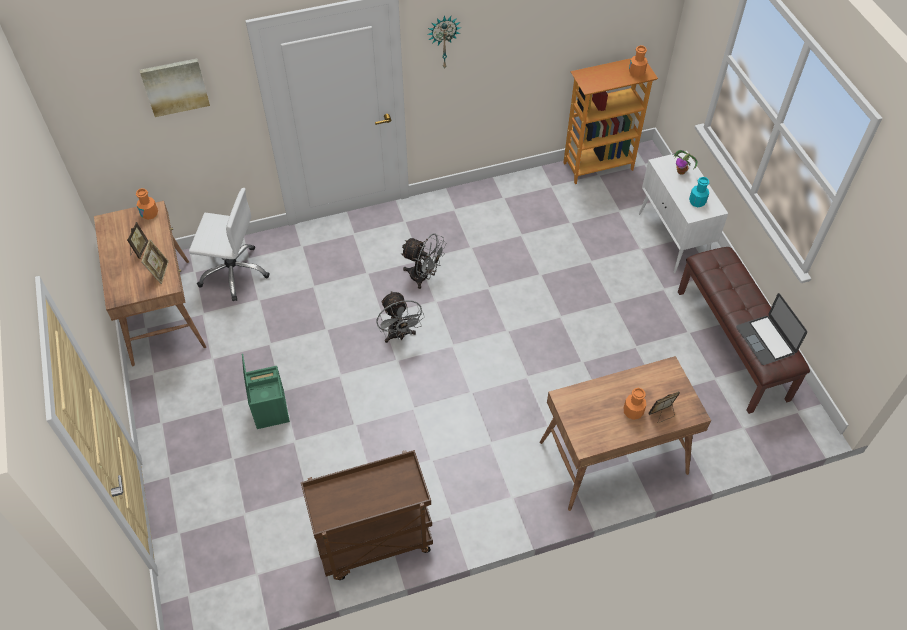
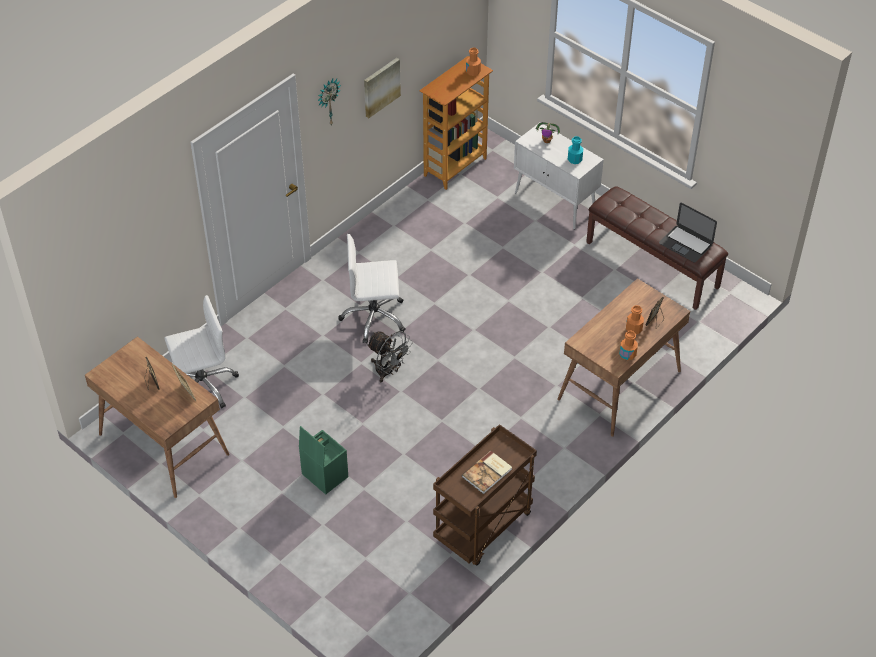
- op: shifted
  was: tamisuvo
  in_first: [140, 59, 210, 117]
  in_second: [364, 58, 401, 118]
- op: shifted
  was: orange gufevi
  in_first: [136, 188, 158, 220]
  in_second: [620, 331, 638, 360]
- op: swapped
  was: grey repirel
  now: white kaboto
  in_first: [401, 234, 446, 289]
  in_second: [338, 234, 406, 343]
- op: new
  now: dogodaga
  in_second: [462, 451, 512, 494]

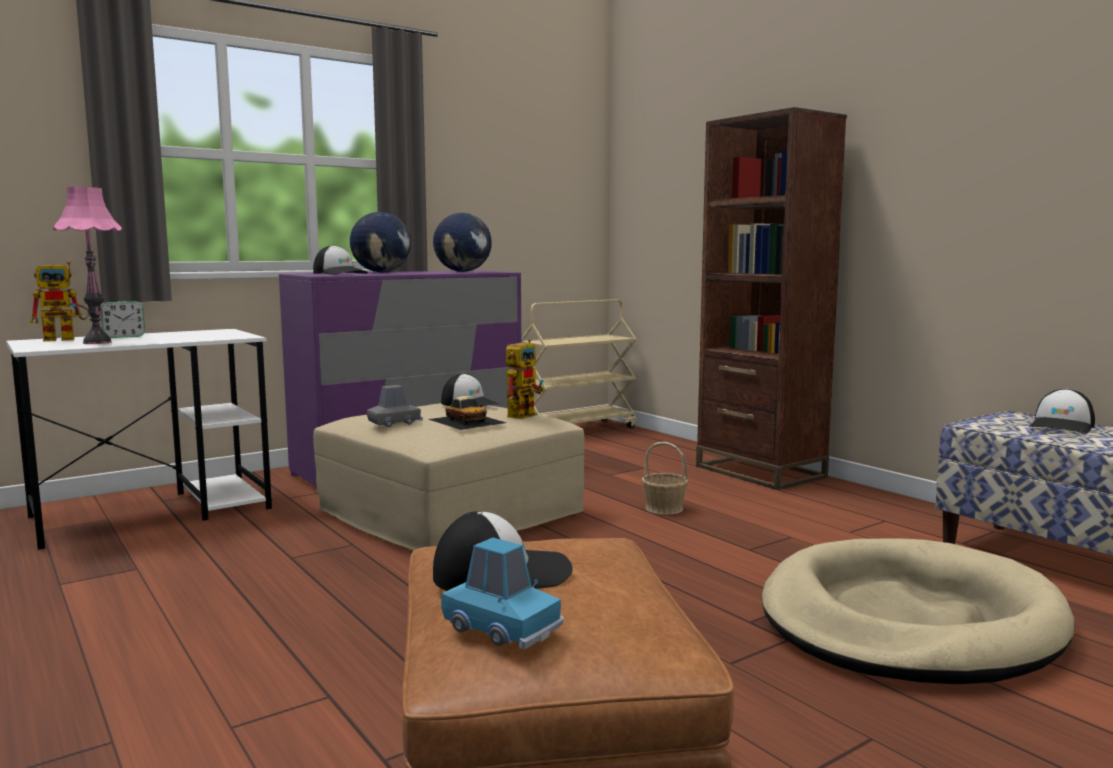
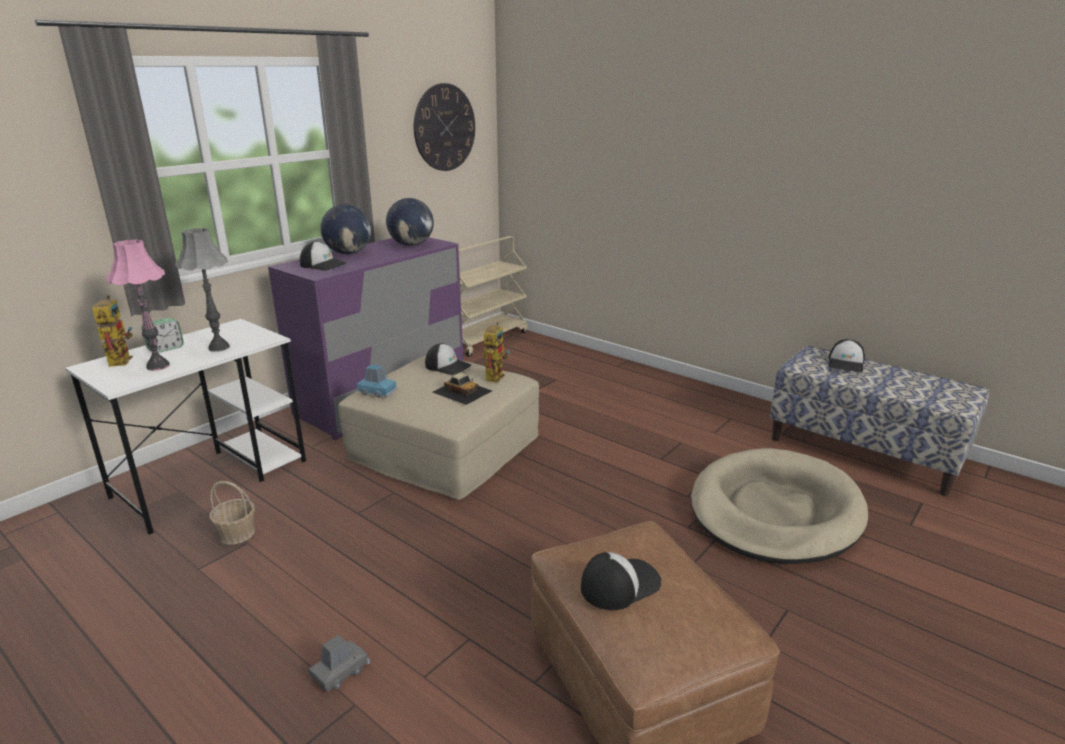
- op: gone
  was: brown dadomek
  in_first: [696, 107, 847, 490]
- op: rotated
  was: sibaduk
  in_first: [30, 261, 89, 341]
  in_second: [93, 295, 133, 367]
  clockwise: -60
- op: shifted
  was: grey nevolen
  in_first: [367, 385, 423, 427]
  in_second: [309, 635, 370, 692]
- op: shifted
  was: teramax
  in_first: [641, 442, 689, 515]
  in_second: [209, 481, 255, 545]
- op: shifted
  was: blue nevolen
  in_first: [441, 538, 564, 650]
  in_second: [357, 364, 398, 397]
- op: new
  now: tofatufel
  in_second: [414, 83, 475, 171]
- op: new
  now: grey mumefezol
  in_second: [175, 228, 230, 352]

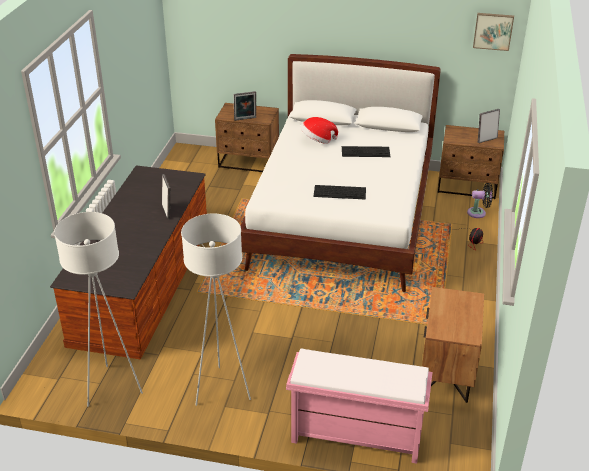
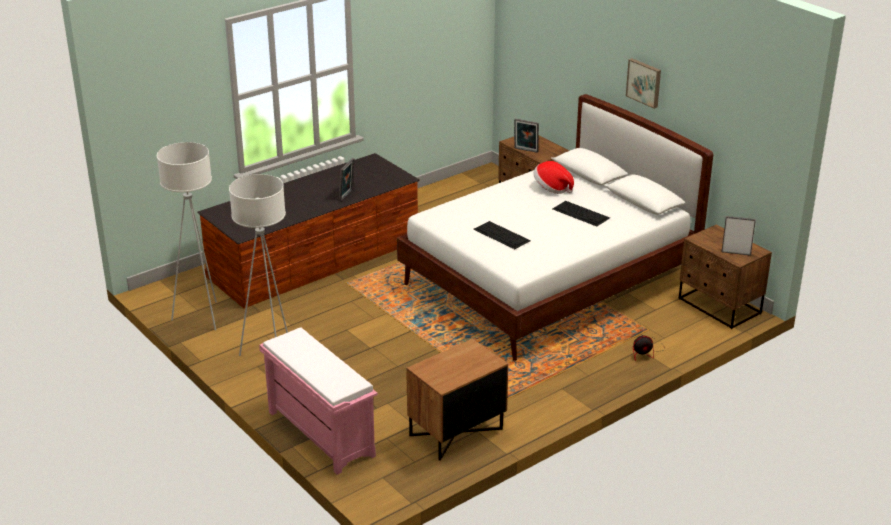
- op: shifted
  was: tamisuvo
  in_first: [473, 13, 514, 51]
  in_second: [626, 58, 661, 109]
- op: gone
  was: black repirel
  in_first: [467, 183, 493, 218]

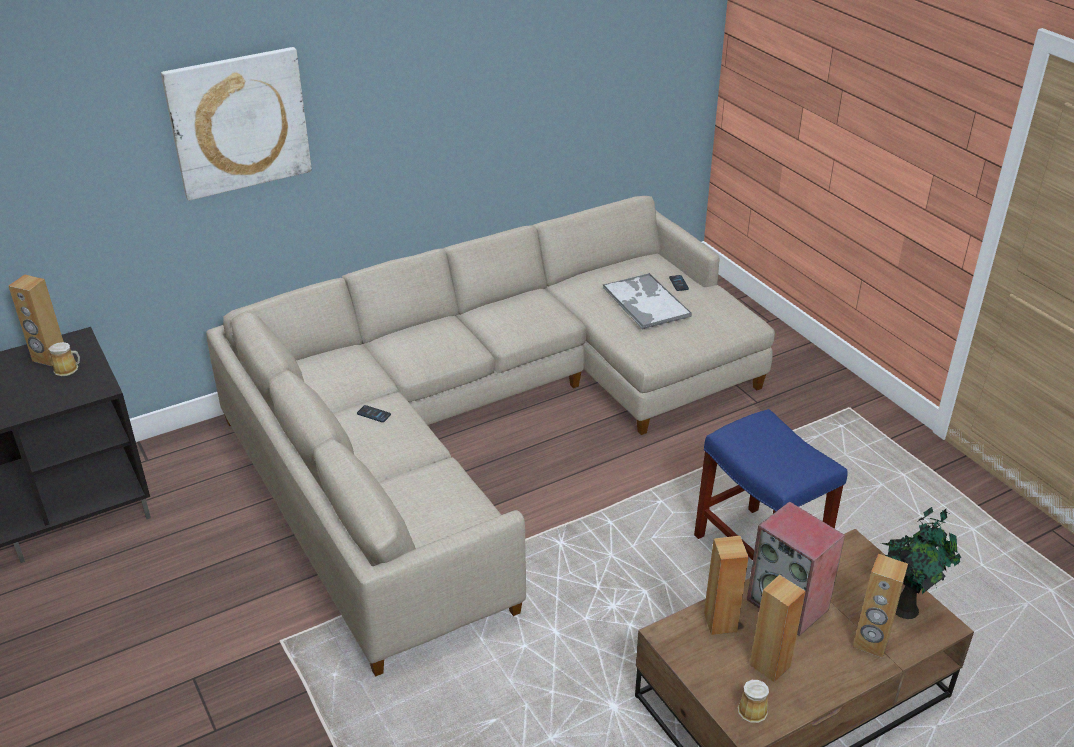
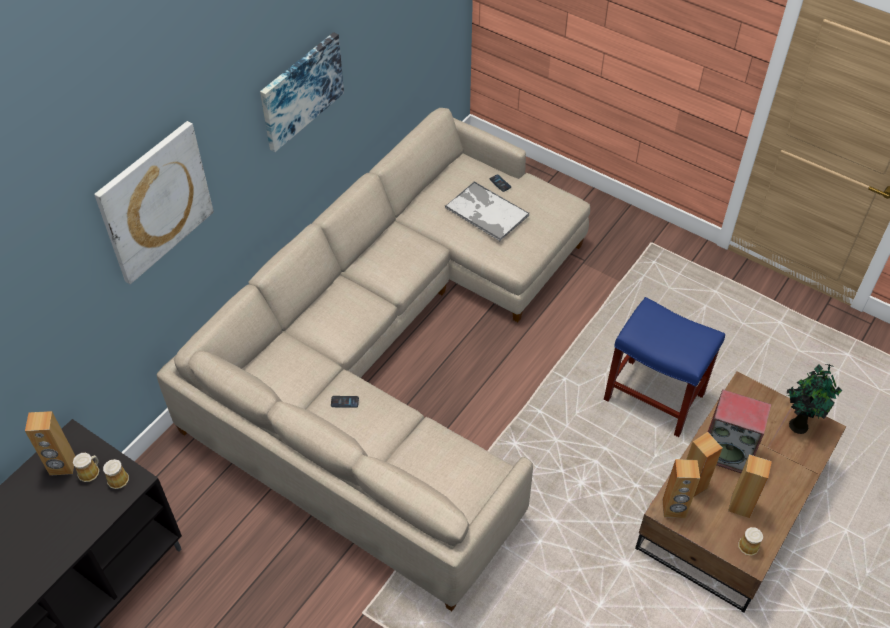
- op: shifted
  was: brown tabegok
  in_first: [853, 554, 908, 658]
  in_second: [662, 459, 700, 518]
- op: new
  now: tamisuvo
  in_second: [260, 32, 344, 152]
- op: new
  now: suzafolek
  in_second: [103, 459, 129, 489]

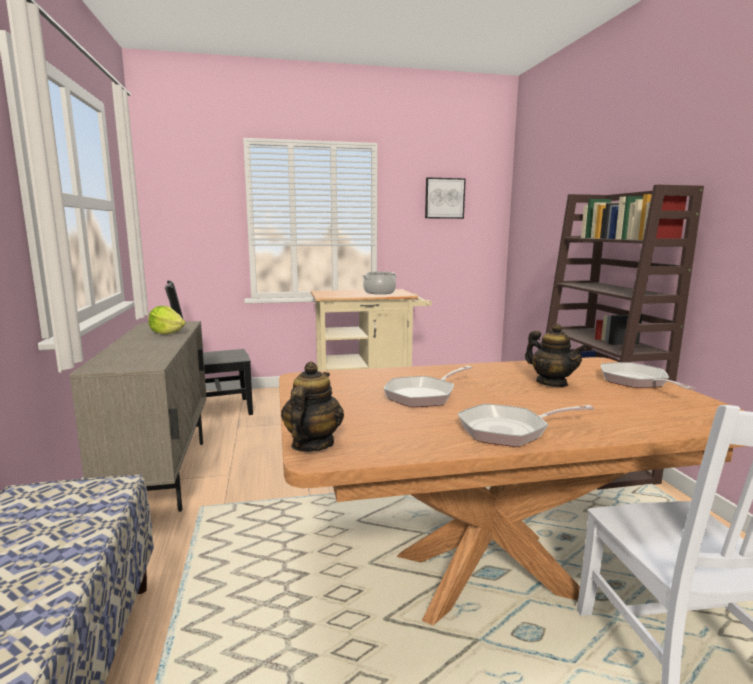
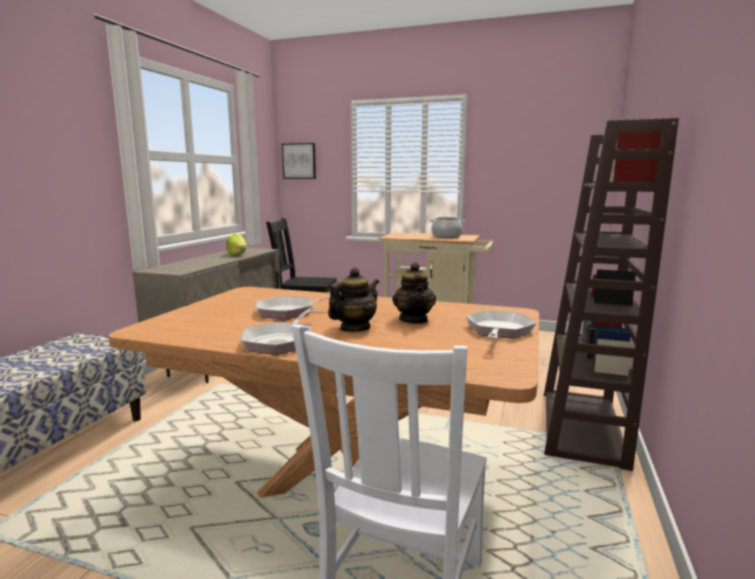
- op: shifted
  was: tamisuvo
  in_first: [425, 177, 466, 219]
  in_second: [282, 143, 316, 179]
- op: shifted
  was: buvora
  in_first: [281, 362, 344, 452]
  in_second: [328, 267, 379, 332]
- op: rotated
  was: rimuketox
  in_first: [458, 404, 594, 447]
  in_second: [241, 306, 318, 355]
  clockwise: -90

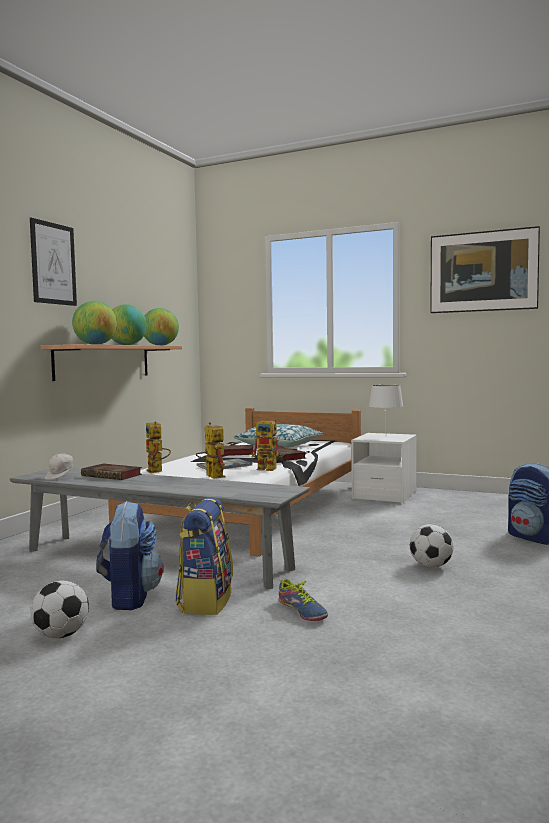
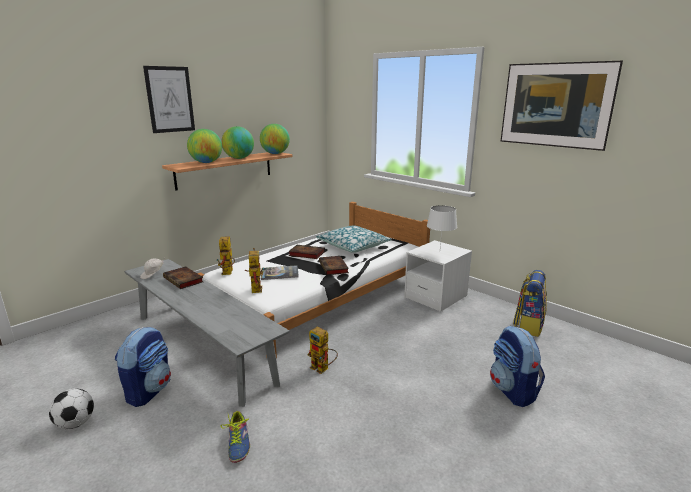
- op: shifted
  was: sibaduk
  in_first: [252, 419, 287, 471]
  in_second: [308, 327, 338, 374]
- op: shifted
  was: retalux
  in_first: [175, 497, 233, 615]
  in_second: [513, 270, 547, 337]
- op: gone
  was: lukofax
  in_first: [410, 524, 453, 568]

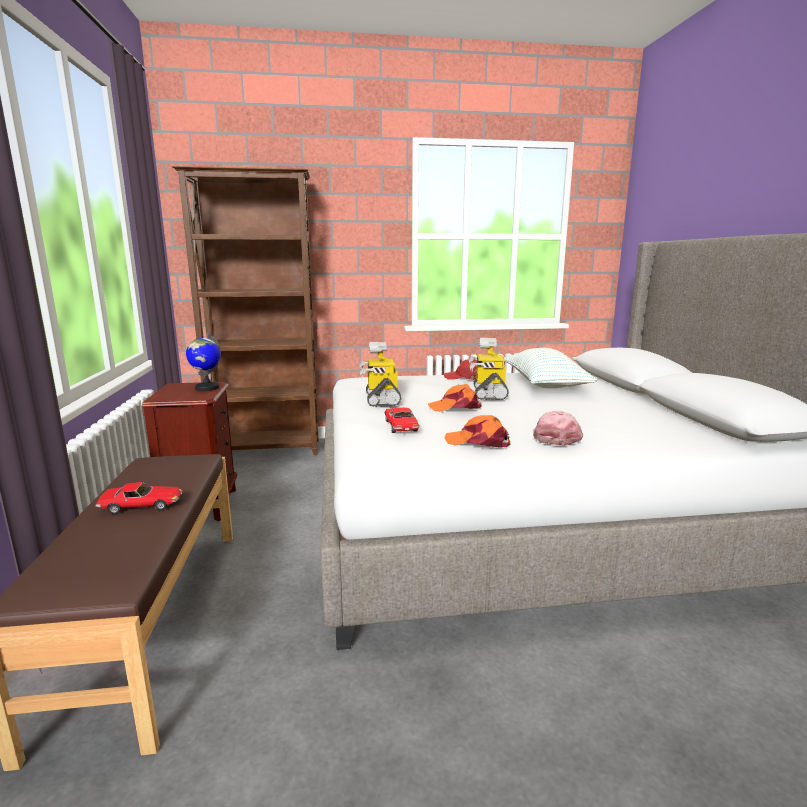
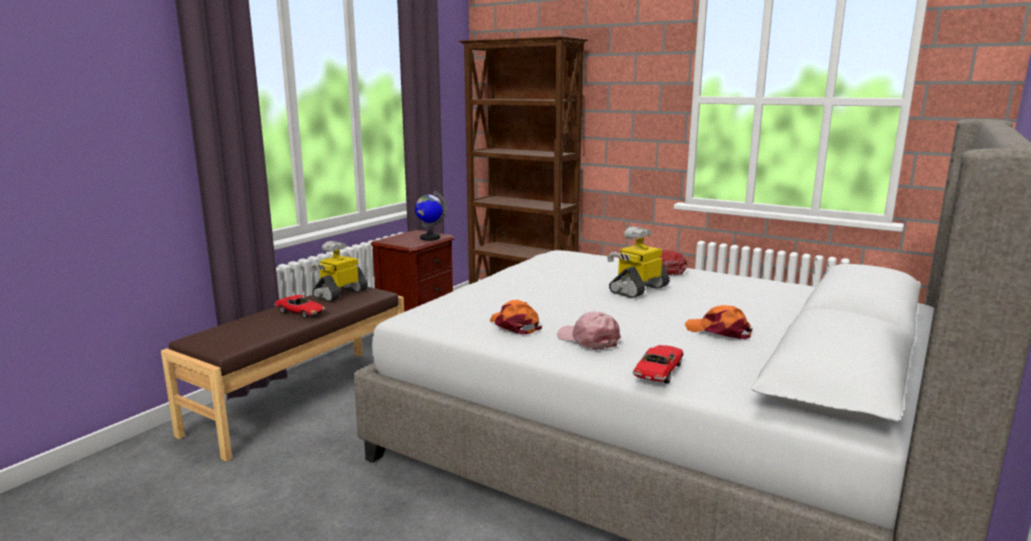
- op: shifted
  was: sibaduk
  in_first: [359, 342, 401, 407]
  in_second: [309, 241, 368, 302]
- op: gone
  was: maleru
  in_first: [504, 348, 598, 388]
- op: shifted
  was: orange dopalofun
  in_first: [428, 384, 482, 412]
  in_second: [685, 305, 752, 339]
- op: shifted
  was: nevolen
  in_first: [385, 407, 420, 433]
  in_second: [633, 345, 684, 384]
- op: rotated
  was: pink dopalofun
  in_first: [533, 411, 583, 446]
  in_second: [557, 312, 621, 350]
  clockwise: -90

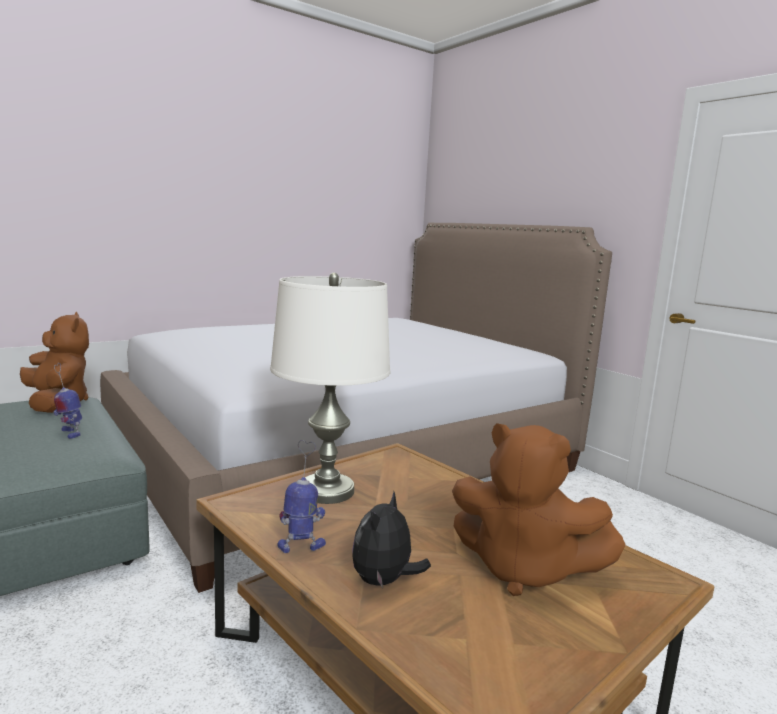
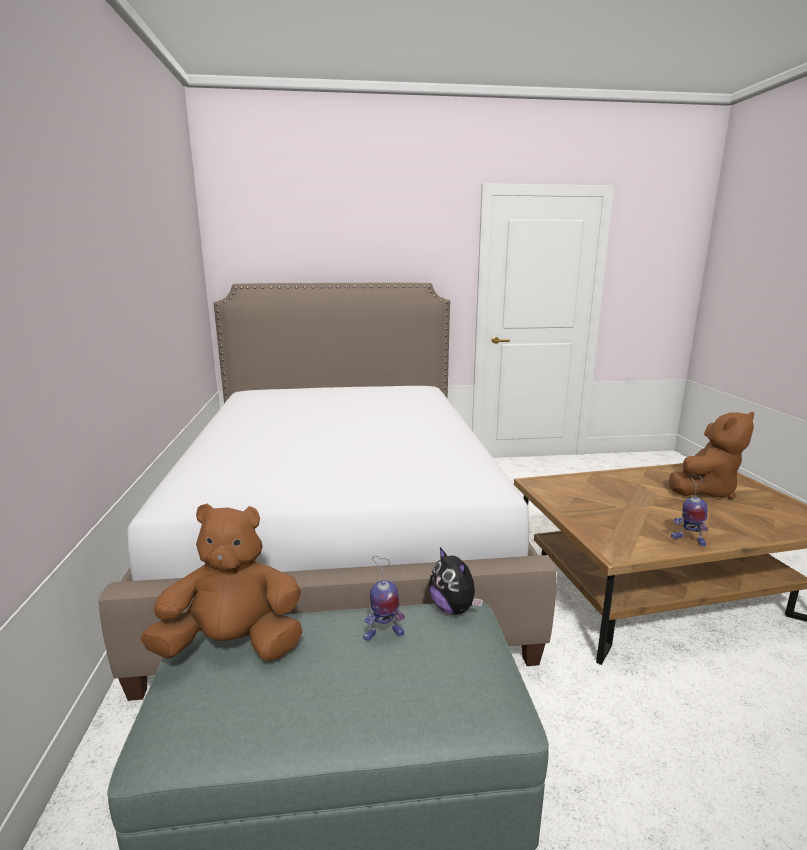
- op: gone
  was: white mumefezol
  in_first: [270, 273, 390, 504]
- op: rotated
  was: sibaduk
  in_first: [278, 440, 326, 553]
  in_second: [671, 473, 708, 546]
  clockwise: -75
- op: shifted
  was: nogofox
  in_first: [352, 492, 431, 588]
  in_second: [429, 547, 483, 615]

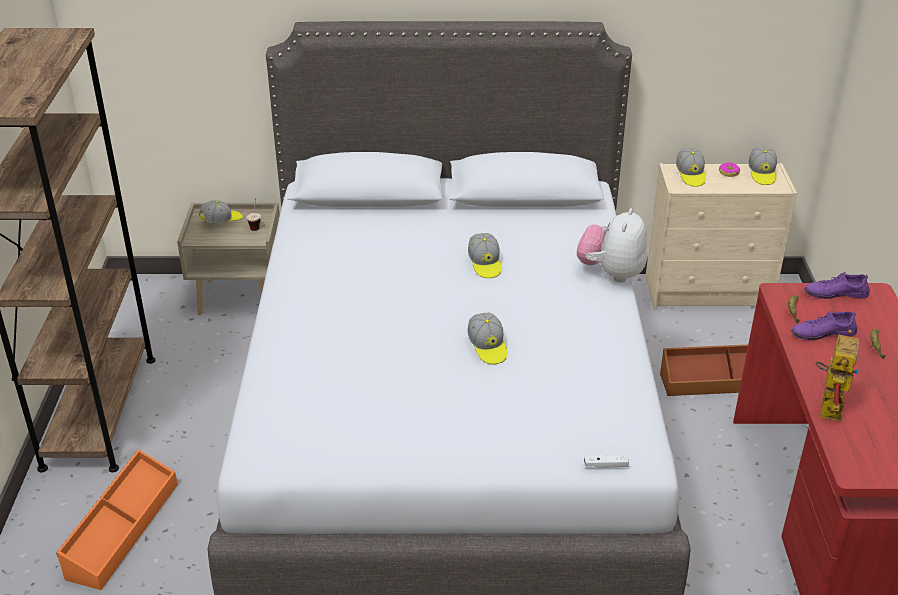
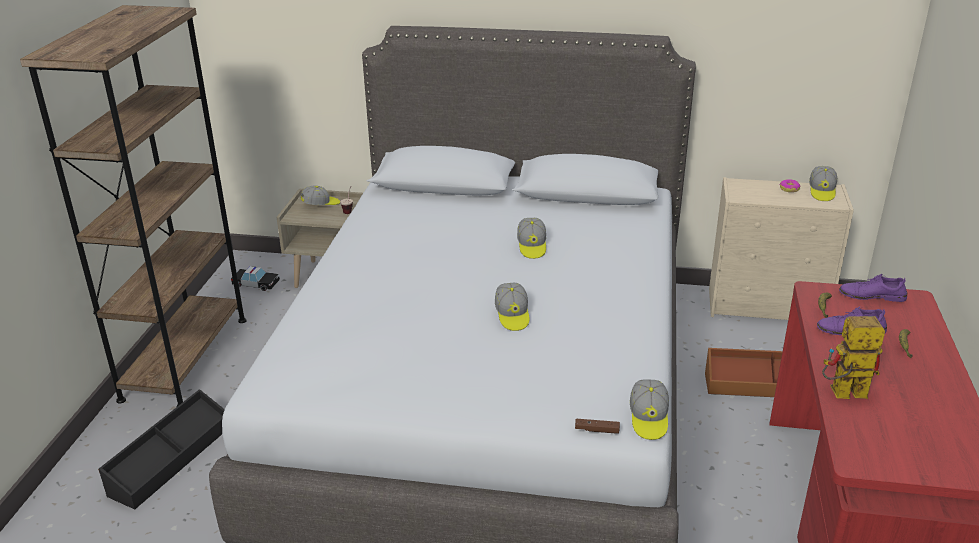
- op: shifted
  was: dopalofun
  in_first: [676, 148, 706, 187]
  in_second: [630, 379, 669, 440]
- op: gone
  was: nogofox
  in_first: [577, 208, 648, 283]
- op: rotated
  was: sibaduk
  in_first: [816, 329, 859, 422]
  in_second: [822, 316, 885, 399]
  clockwise: -120
- op: repainted
  was: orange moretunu
  now: black moretunu
  in_first: [56, 449, 178, 590]
  in_second: [98, 389, 225, 509]
- op: repainted
  was: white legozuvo
  now: brown legozuvo
  in_first: [584, 455, 629, 468]
  in_second: [575, 419, 620, 434]
- op: new
  now: nevolen
  in_second: [231, 266, 280, 291]

